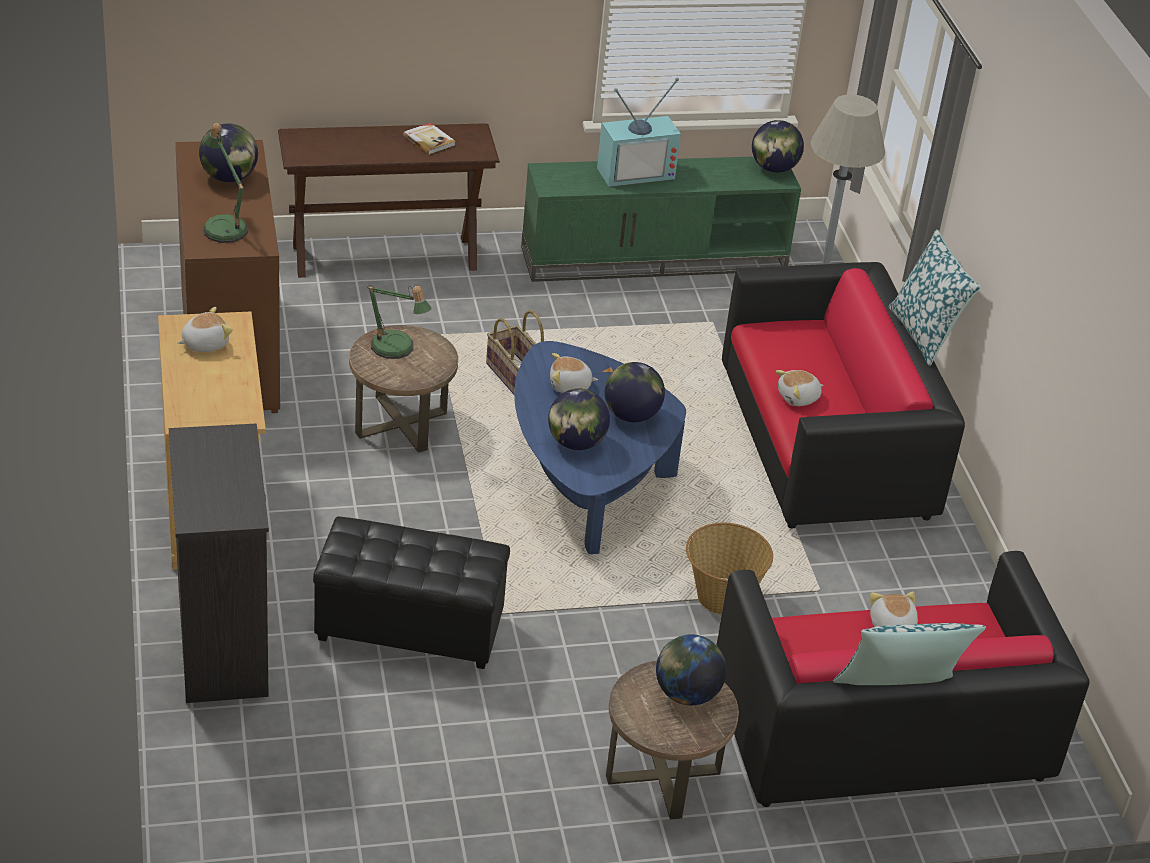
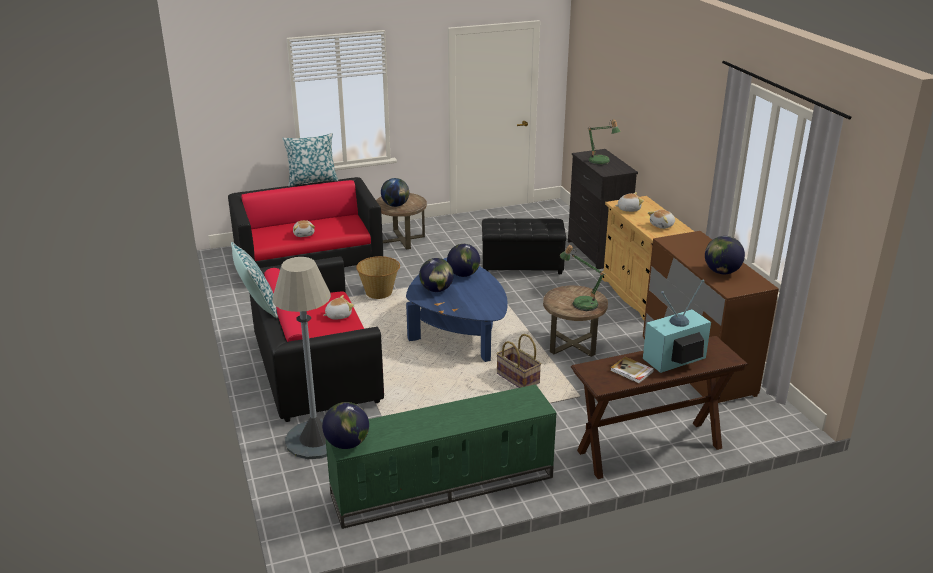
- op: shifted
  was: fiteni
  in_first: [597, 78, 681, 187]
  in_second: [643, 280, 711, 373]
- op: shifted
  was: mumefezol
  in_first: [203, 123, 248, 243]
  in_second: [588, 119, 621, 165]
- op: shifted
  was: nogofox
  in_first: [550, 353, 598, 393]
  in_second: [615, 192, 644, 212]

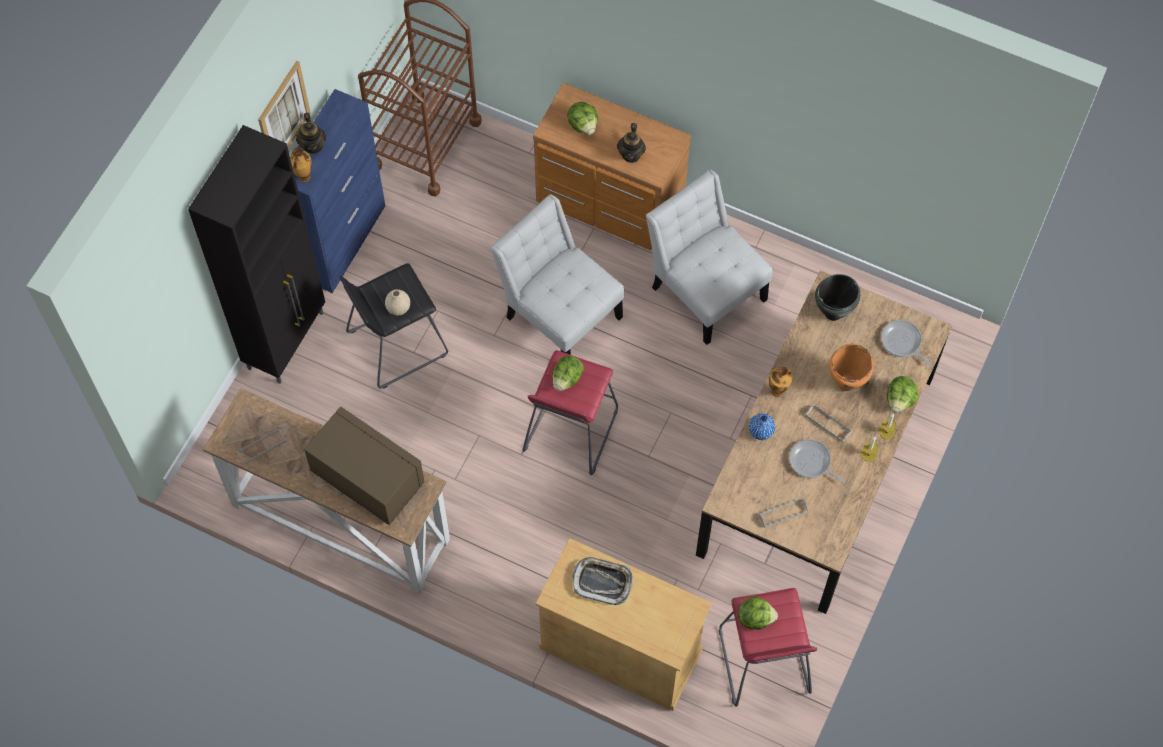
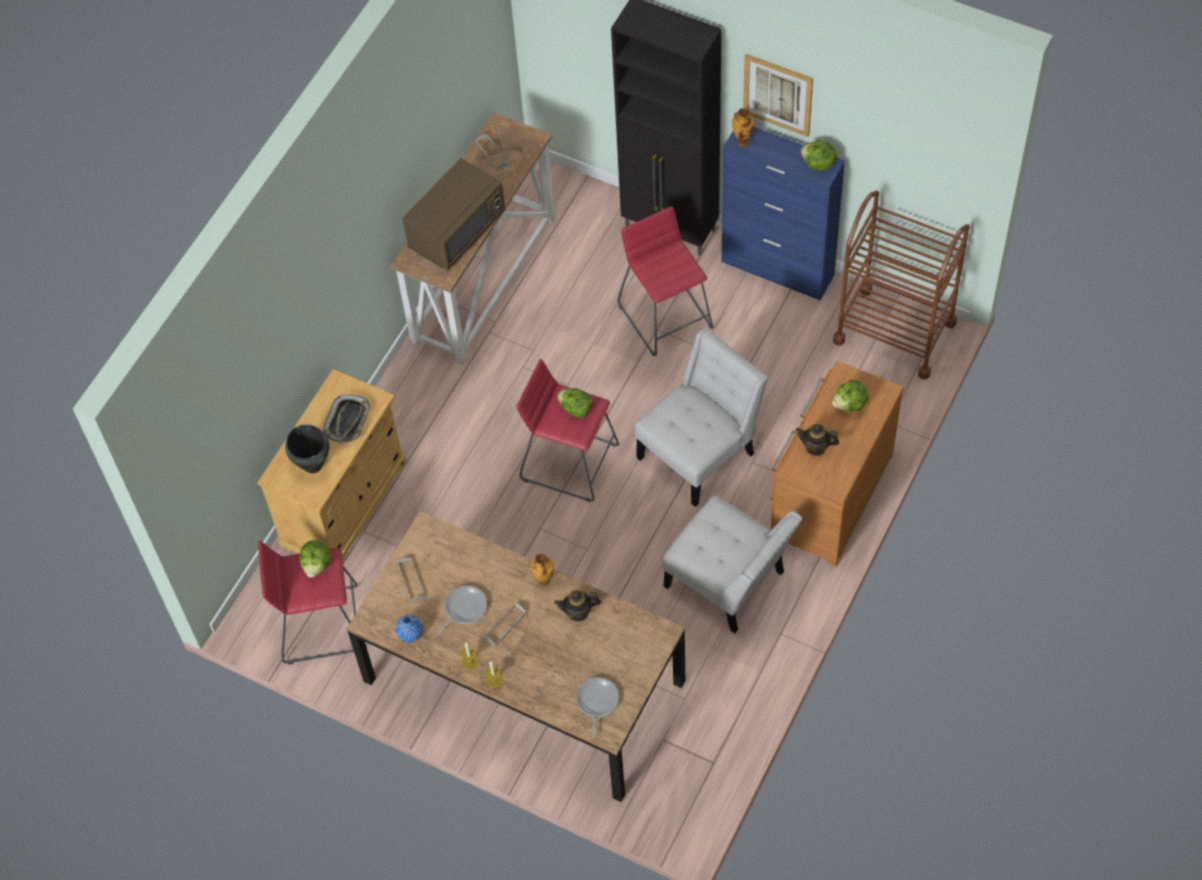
- op: shifted
  was: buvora
  in_first: [296, 113, 326, 154]
  in_second: [555, 590, 601, 622]
- op: rotated
  was: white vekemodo
  in_first: [646, 169, 773, 345]
  in_second: [662, 496, 802, 633]
  clockwise: 75
- op: repainted
  was: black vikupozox
  now: red vikupozox
  in_first: [339, 263, 448, 389]
  in_second: [617, 206, 713, 356]
- op: shifted
  was: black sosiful
  in_first: [815, 274, 860, 321]
  in_second: [285, 424, 329, 473]
- op: gone
  was: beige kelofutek
  in_first: [385, 289, 410, 316]
- op: rotated
  was: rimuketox
  in_first: [881, 320, 932, 366]
  in_second: [576, 677, 619, 737]
  clockwise: -45
- op: gone
  was: orange sosiful
  in_first: [829, 344, 874, 391]
- op: shifted
  was: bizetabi
  in_first: [887, 376, 919, 413]
  in_second: [801, 140, 837, 171]
- op: shifted
  was: blue kelofutek
  in_first: [749, 413, 775, 440]
  in_second: [396, 615, 423, 643]

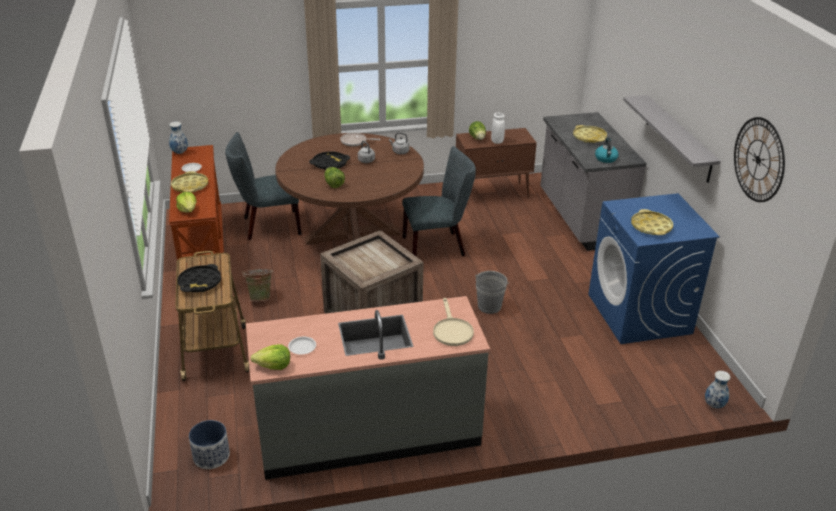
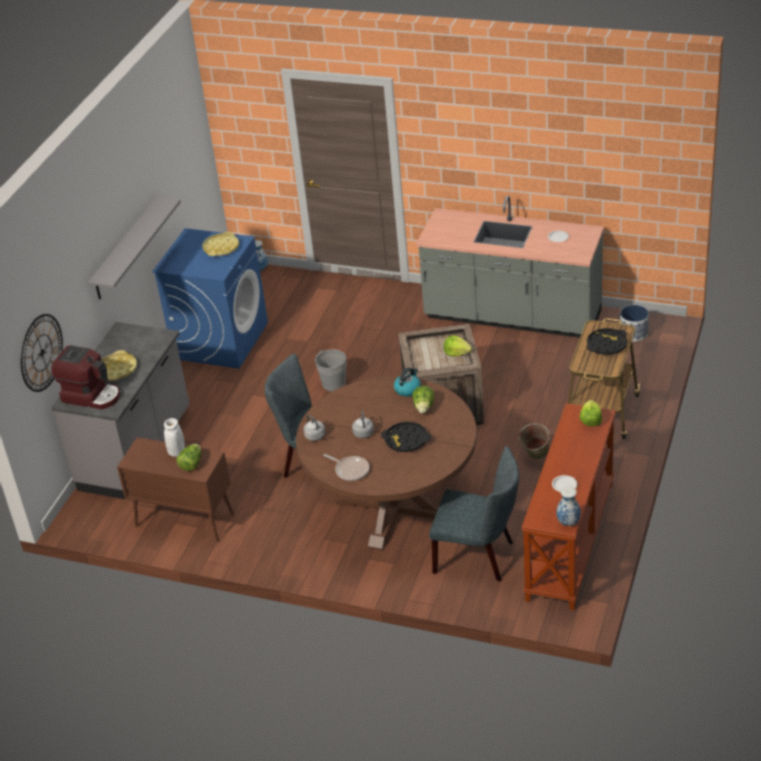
- op: shifted
  was: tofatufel
  in_first: [734, 117, 785, 202]
  in_second: [21, 314, 63, 392]
- op: shifted
  was: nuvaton
  in_first: [595, 138, 619, 163]
  in_second: [394, 367, 421, 397]
- op: gone
  was: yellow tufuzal
  in_first: [171, 171, 208, 192]
- op: gone
  was: beige rimuketox
  in_first: [433, 298, 474, 346]
- op: shifted
  was: bizetabi
  in_first: [251, 344, 290, 370]
  in_second: [444, 335, 473, 357]
- op: new
  now: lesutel
  in_second: [51, 345, 120, 410]

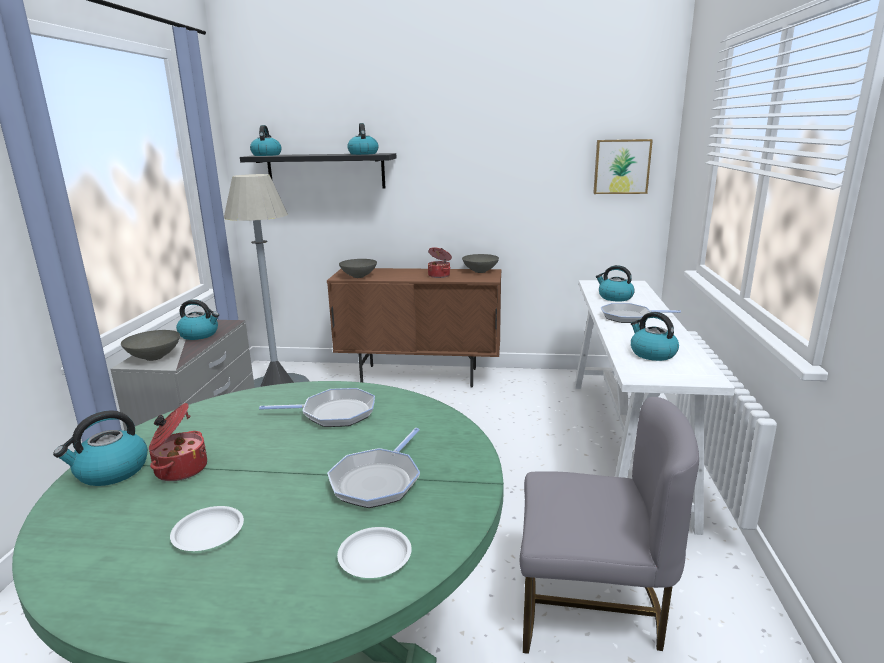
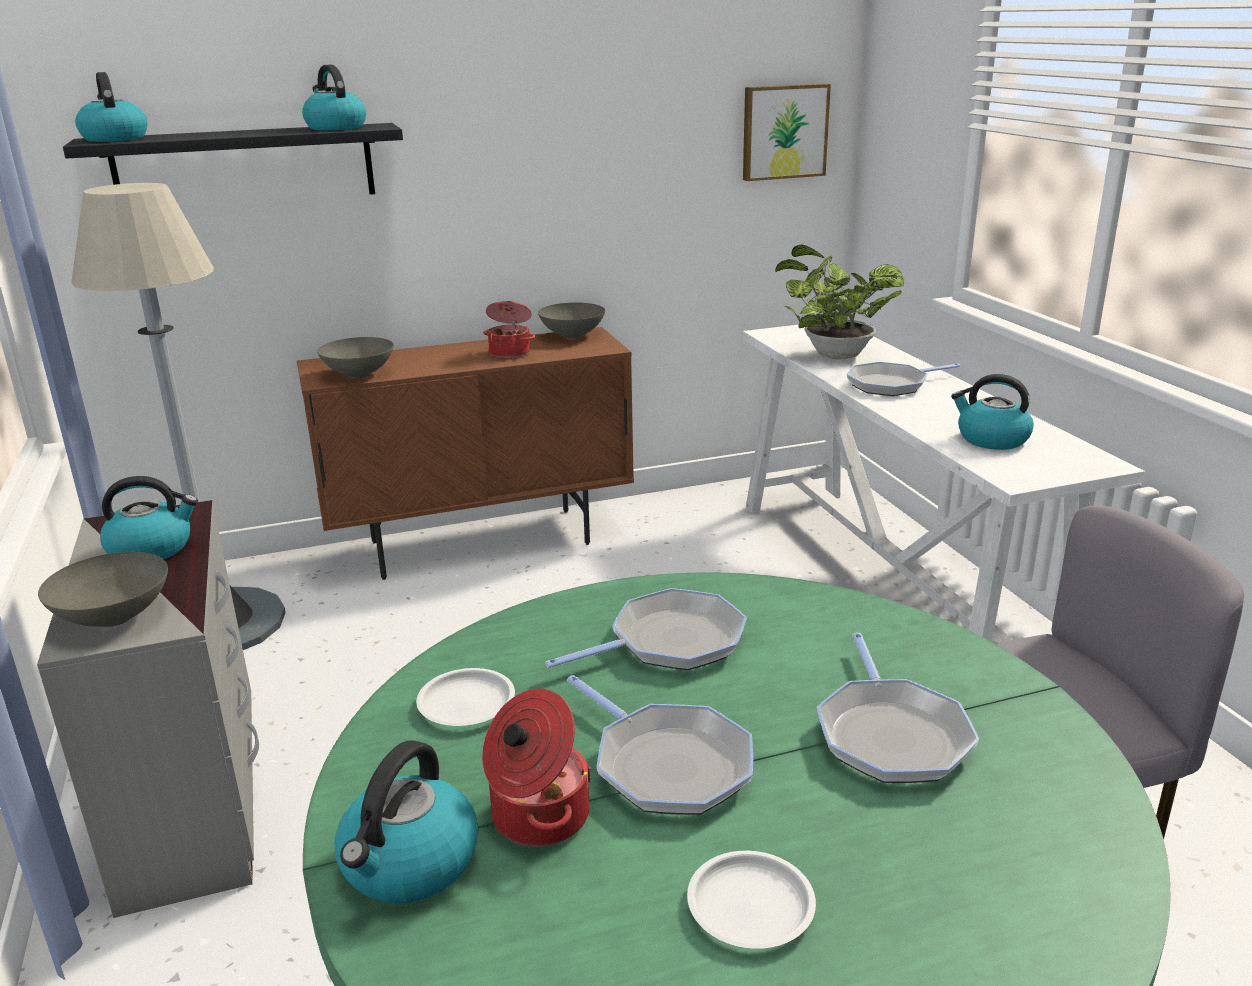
- op: swapped
  was: nuvaton
  now: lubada
  in_first: [596, 265, 635, 301]
  in_second: [775, 244, 904, 359]
- op: shifted
  was: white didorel
  in_first: [337, 527, 412, 578]
  in_second: [416, 668, 515, 726]
- op: new
  now: rimuketox
  in_second: [567, 675, 753, 815]

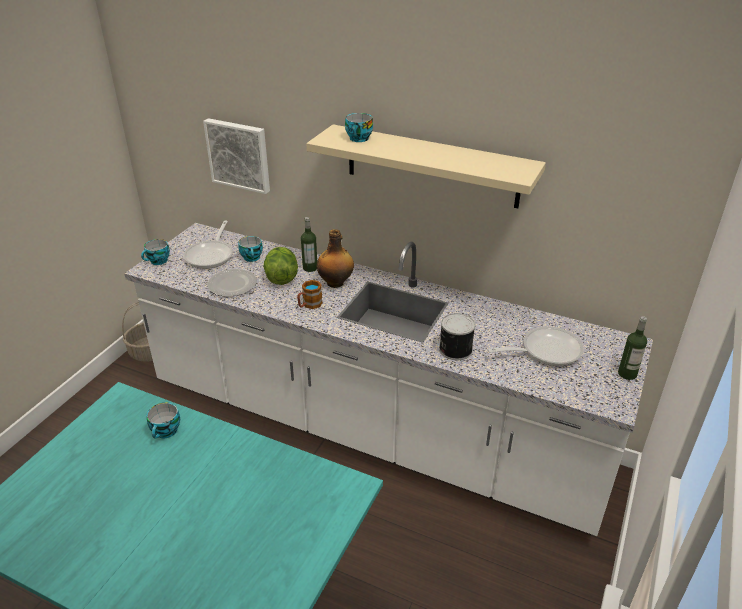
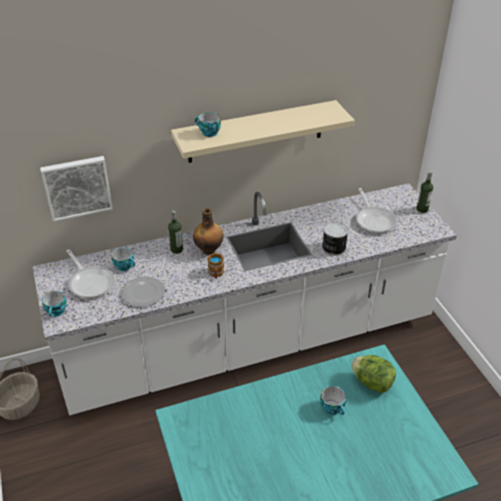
- op: shifted
  was: bizetabi
  in_first: [263, 247, 298, 285]
  in_second: [351, 355, 396, 393]
- op: rotated
  was: rimuketox
  in_first: [488, 326, 584, 366]
  in_second: [356, 188, 397, 234]
  clockwise: 135
- op: shifted
  was: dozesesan
  in_first: [146, 403, 180, 439]
  in_second: [320, 386, 346, 415]

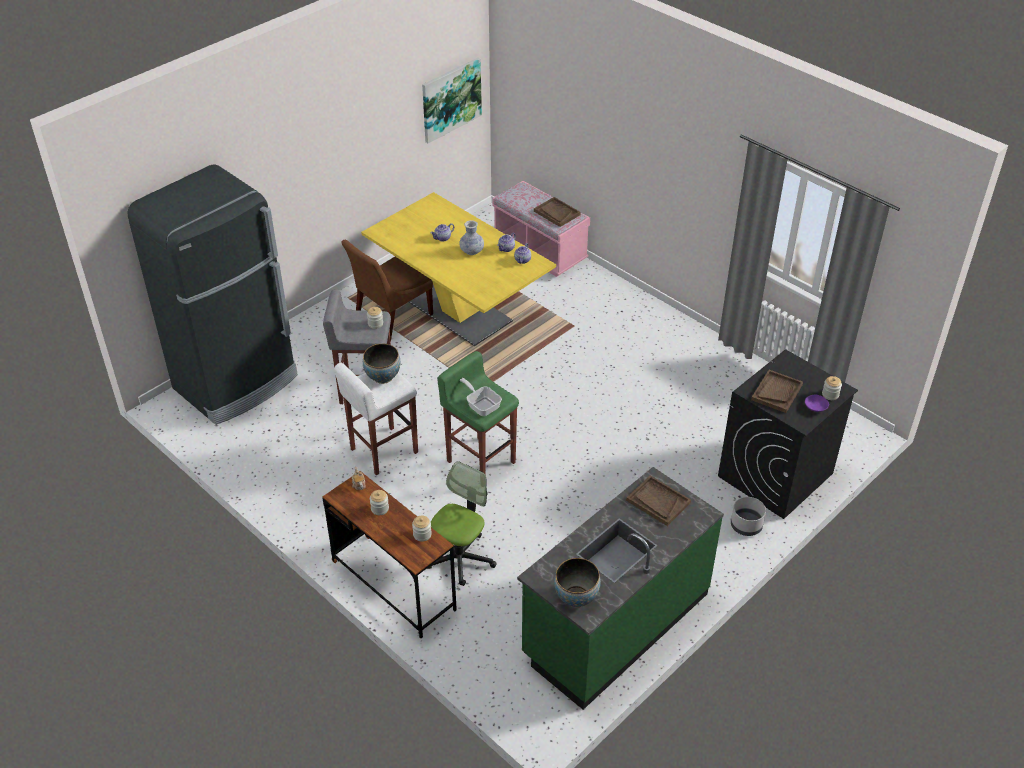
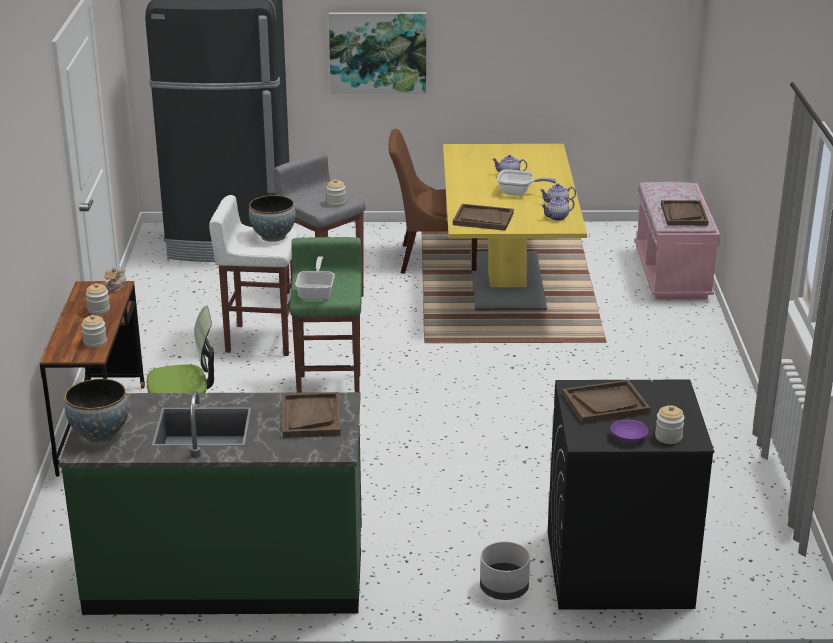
- op: shifted
  was: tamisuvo
  in_first: [422, 58, 482, 143]
  in_second: [329, 12, 426, 94]
- op: swapped
  was: kelofutek
  now: rimuketox
  in_first: [459, 220, 484, 255]
  in_second: [497, 169, 556, 196]
- op: new
  now: brown tufuzal
  in_second: [453, 204, 514, 231]

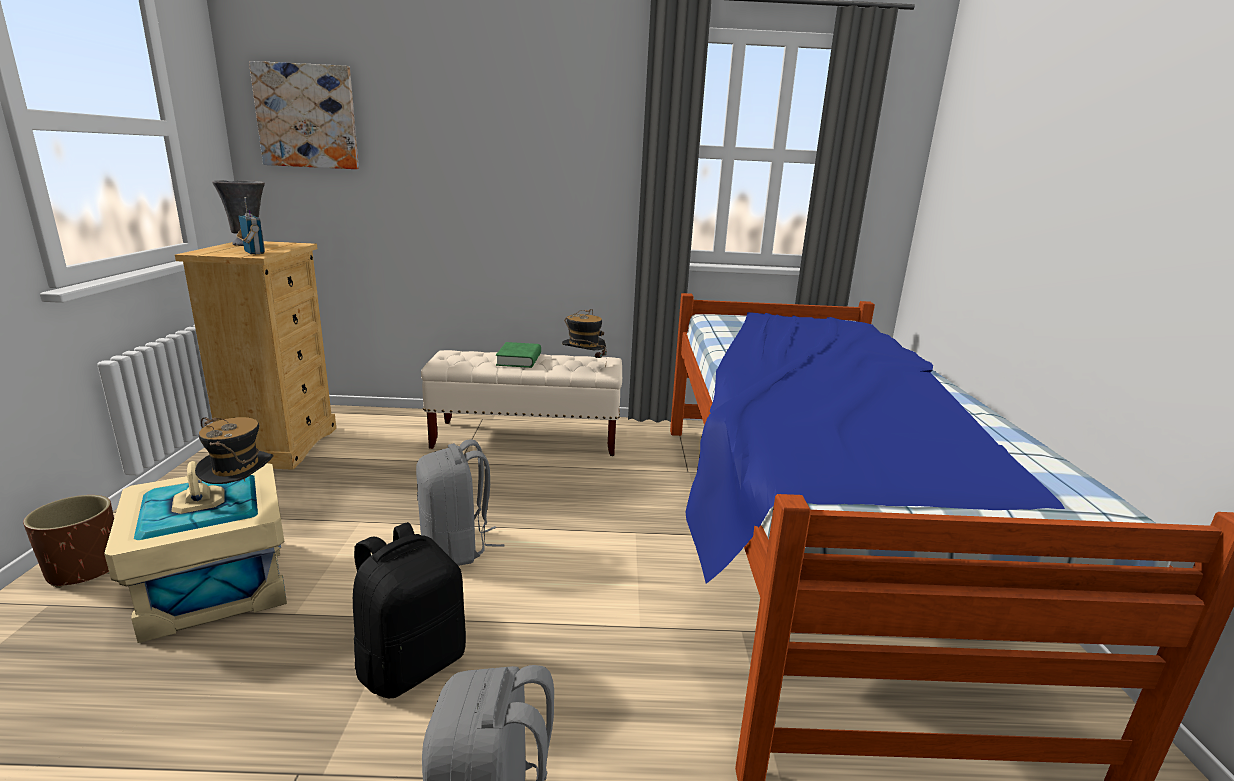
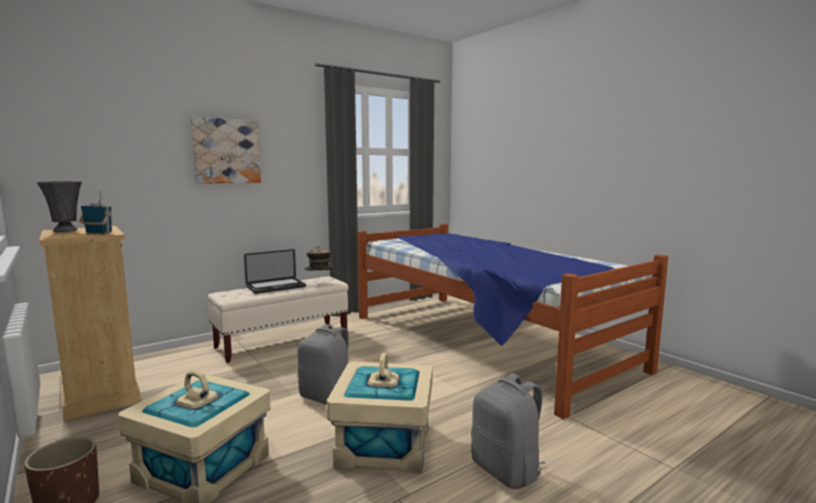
- op: shifted
  was: tamisuvo
  in_first: [249, 61, 359, 169]
  in_second: [191, 117, 261, 184]
- op: swapped
  was: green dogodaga
  now: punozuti
  in_first: [496, 342, 541, 368]
  in_second: [244, 249, 306, 294]
- op: gone
  was: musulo
  in_first: [195, 417, 273, 484]
- op: swapped
  was: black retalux
  now: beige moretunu
  in_first: [353, 522, 466, 698]
  in_second: [327, 352, 433, 473]

